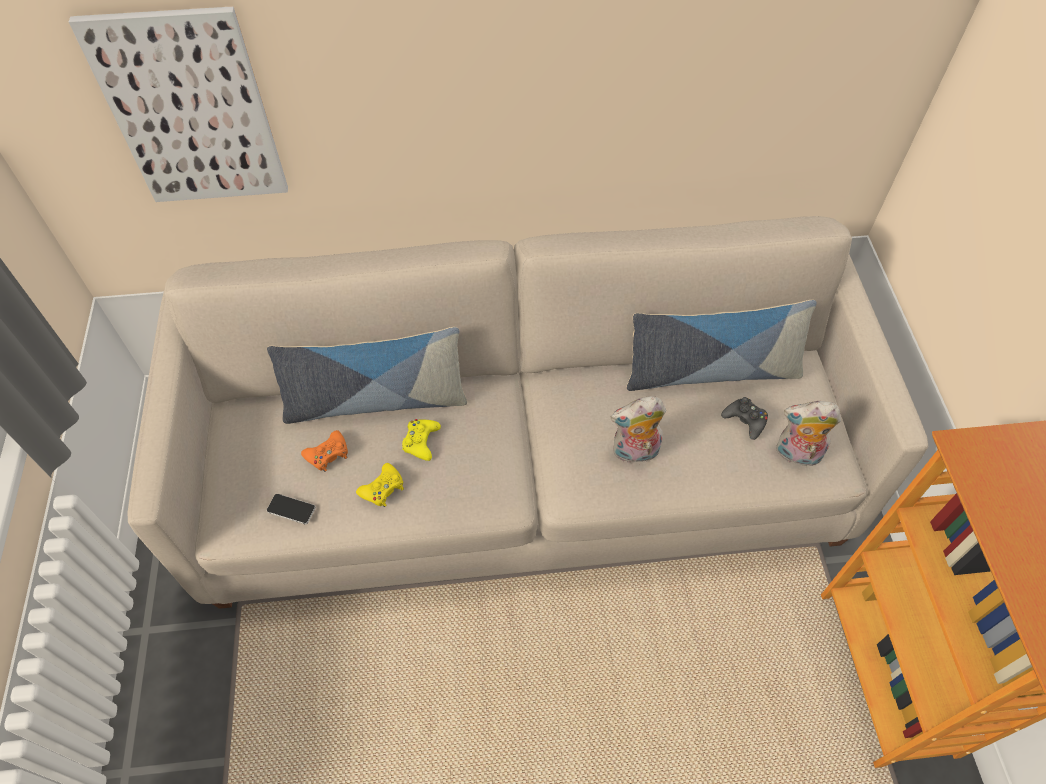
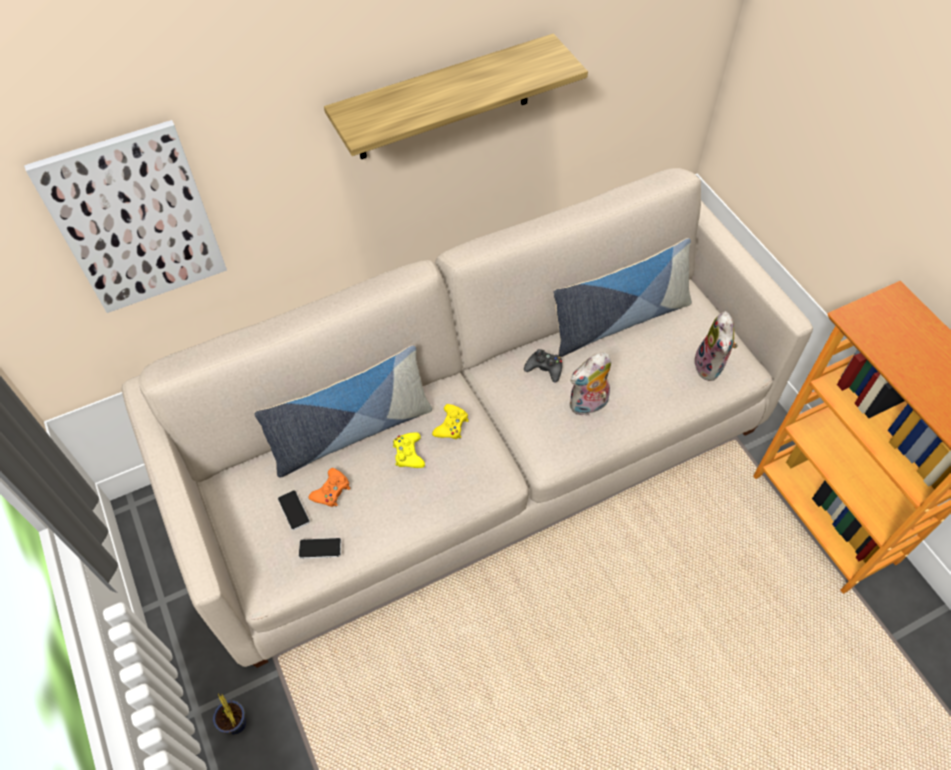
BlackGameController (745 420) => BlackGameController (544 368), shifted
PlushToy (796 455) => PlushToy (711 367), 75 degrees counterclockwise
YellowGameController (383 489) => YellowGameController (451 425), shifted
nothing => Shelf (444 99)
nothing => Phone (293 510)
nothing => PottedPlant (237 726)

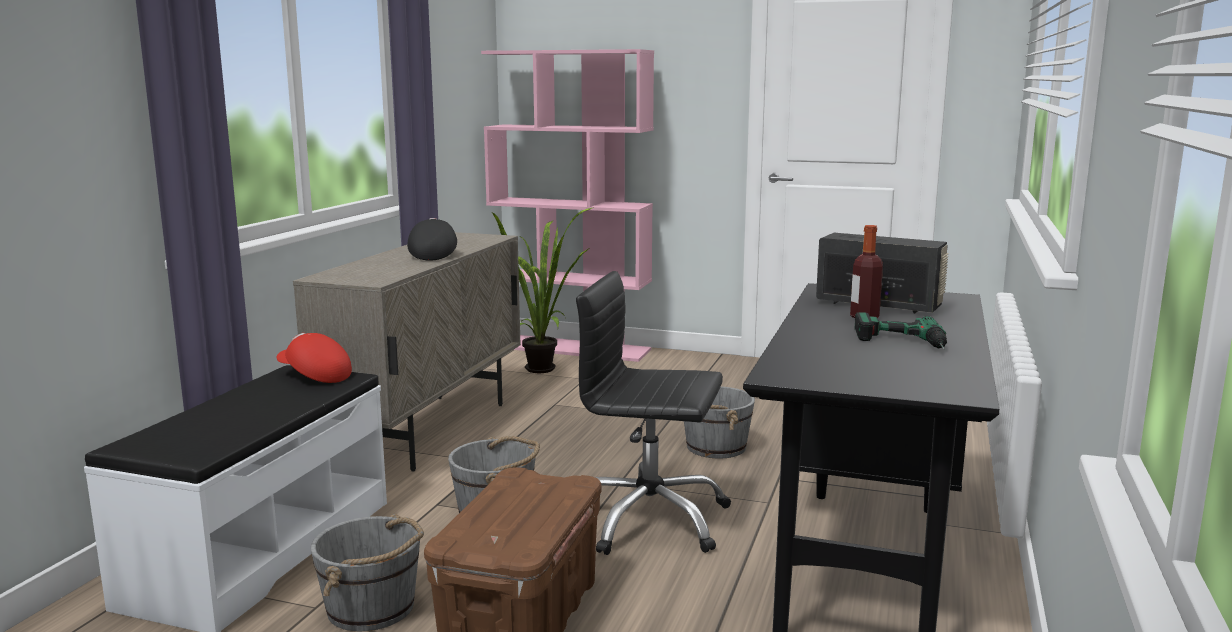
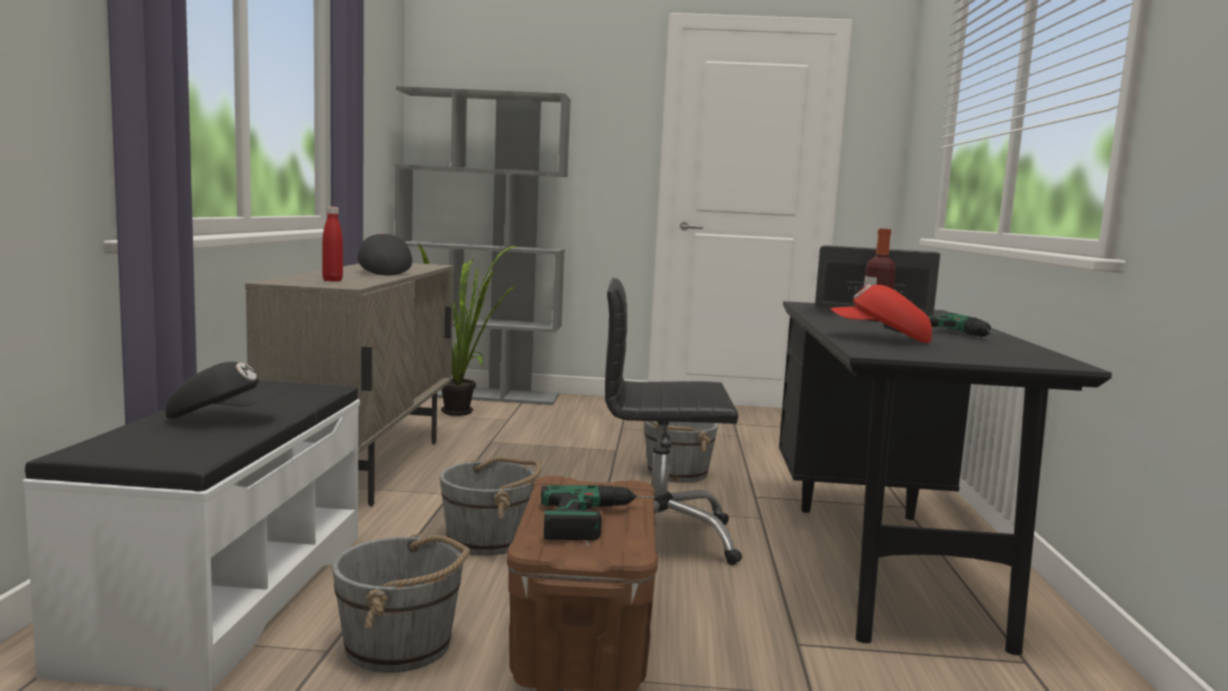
PinkBookcase (572 348) => GreyBookcase (478 395)
RedCap (314 376) => RedCap (881 338), shifted
nothing => RedBottle (332 280)
nothing => BlackCap (223 418)
nothing => PowerDrill (601 520)

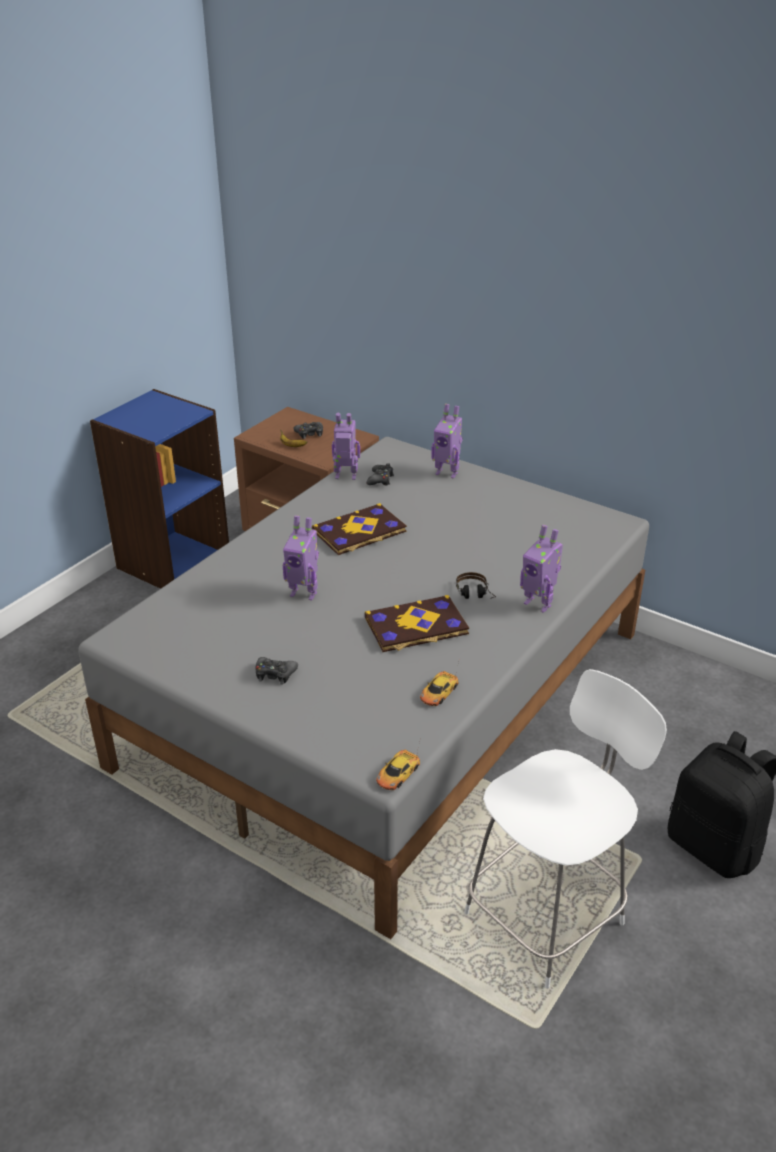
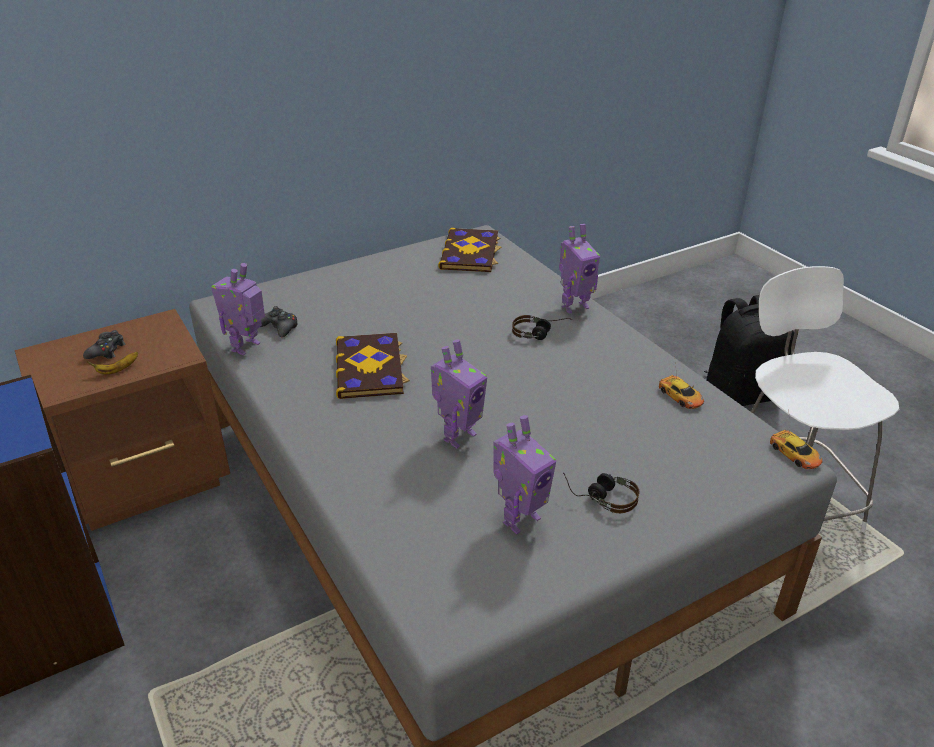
ToyRobot (447 473) => ToyRobot (519 519), shifted
Book (416 627) => Book (471 252), shifted
BlackGameController (275 674) => Headphones (600 496)

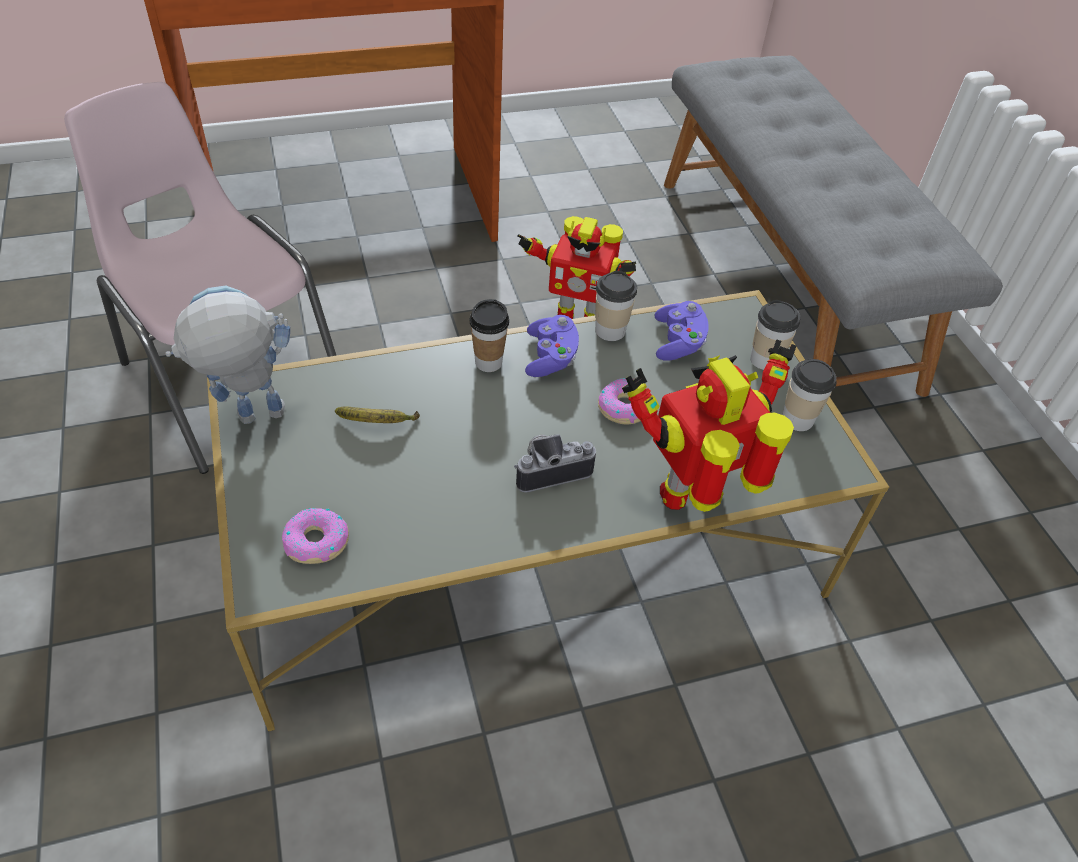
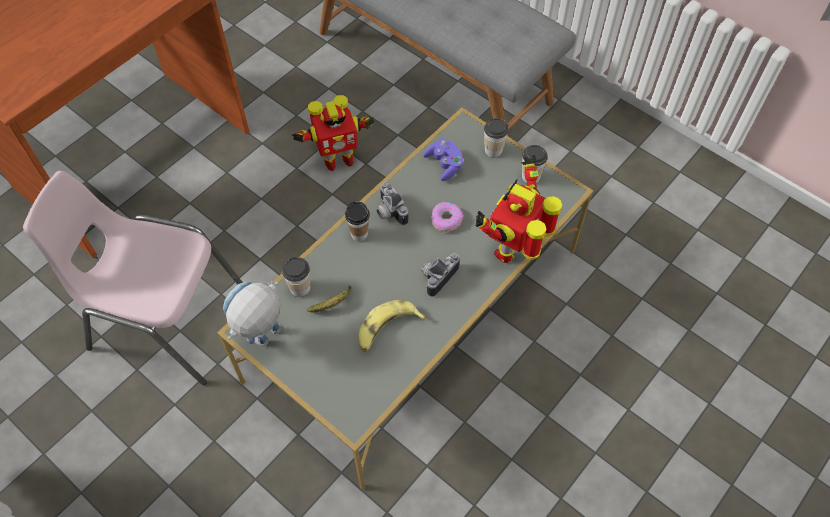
Cup (610 331) => Cup (300 288), shifted
PurpleGameController (550 357) => PhotoCamera (388 212)
Donut (316 542) => nothing
nothing => Banana (387 329)

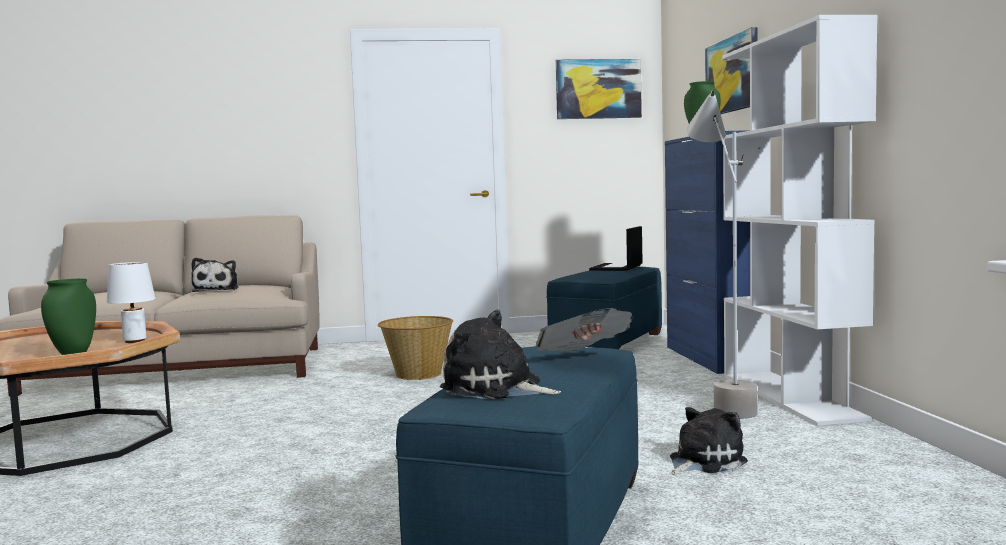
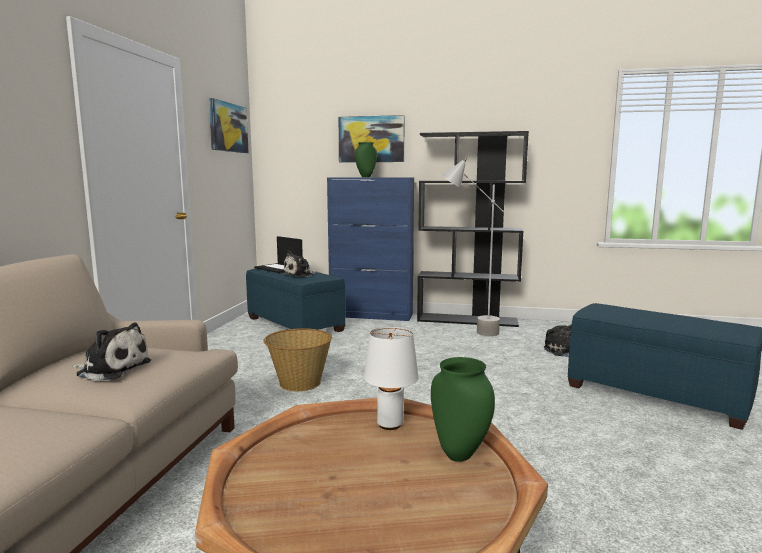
WhiteBookcase (791 396) => BlackBookcase (468 320)
Newspaper (583 359) => nothing
PlushToy (496 388) => PlushToy (300 275), shifted

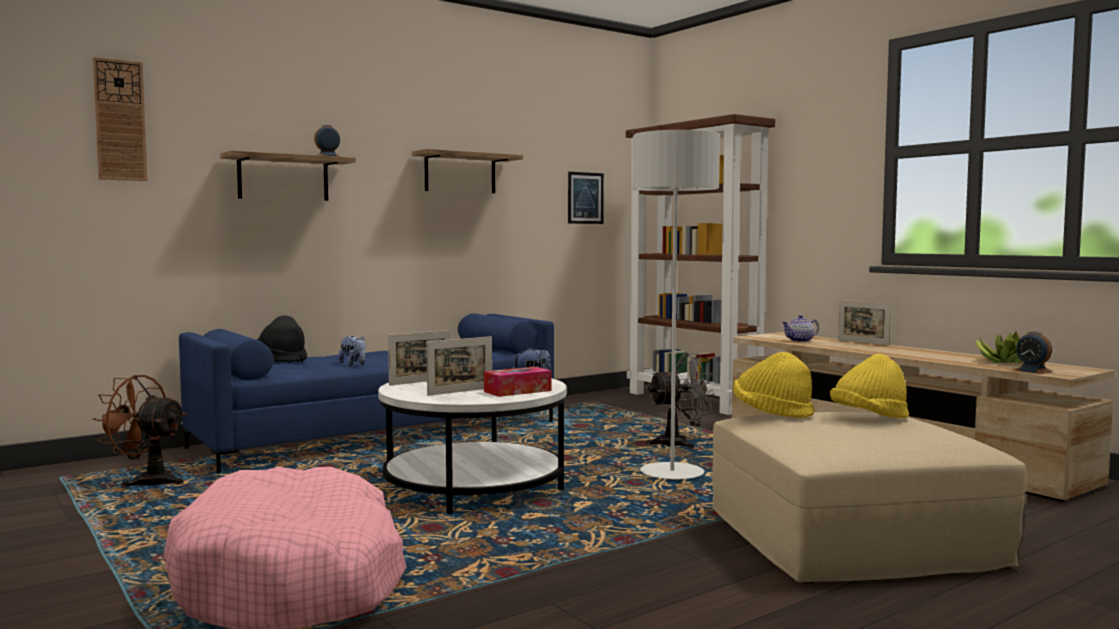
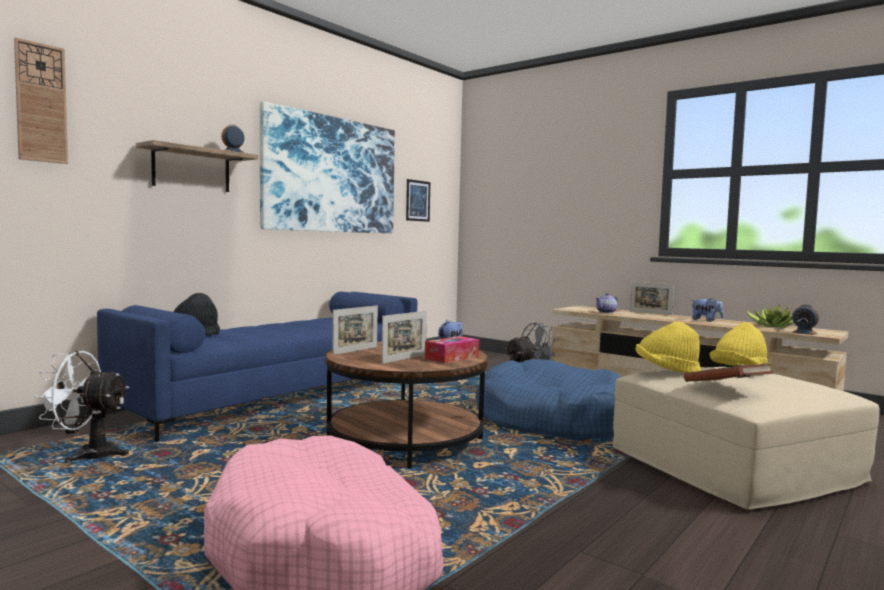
BrownBookcase (694 400) => nothing
GreyFloorLamp (672 474) => BlueDogBed (550 420)
Shelf (460 173) => Picture (331 175)
PlushToy (354 364) => PlushToy (706 320), shifted
BrownFan (147 482) => WhiteFan (87 454)
WhiteCoffeeTable (474 487) => BrownCoffeeTable (405 440)
nothing => BrownBook (727 388)

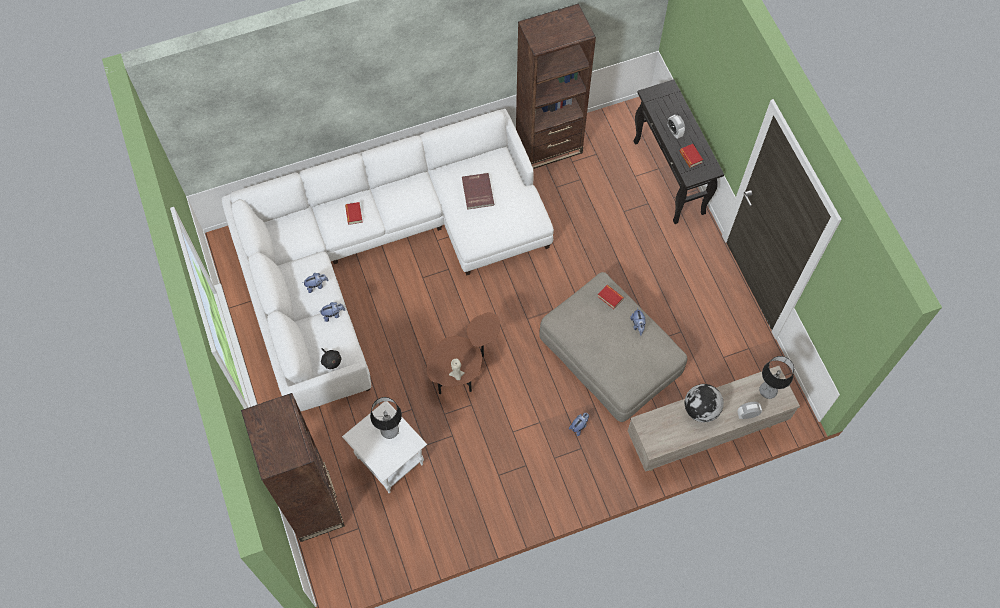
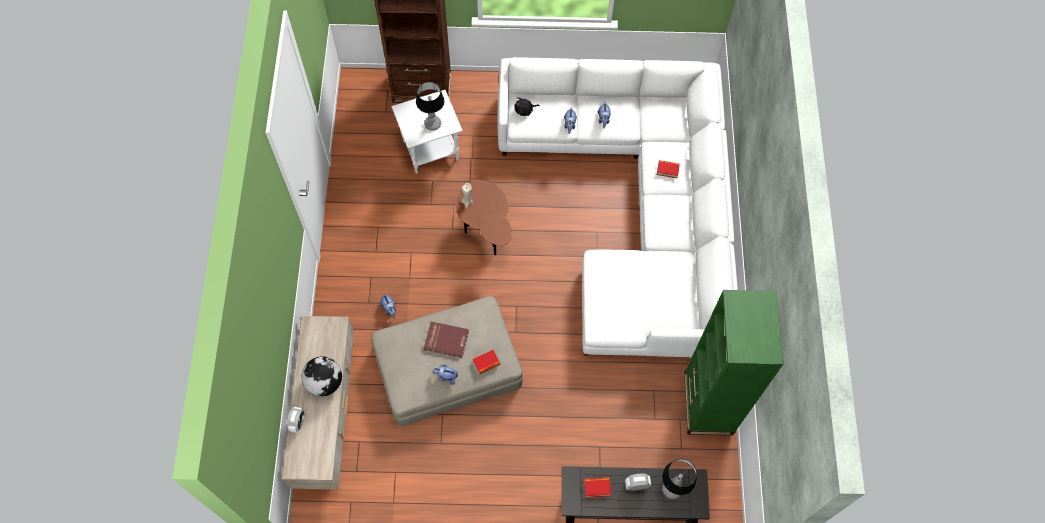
BrownBookcase (549 146) => GreenBookcase (707 403)
RedBook (477 192) => RedBook (446 339), shifted
TableLamp (767 391) => TableLamp (672 488), shifted

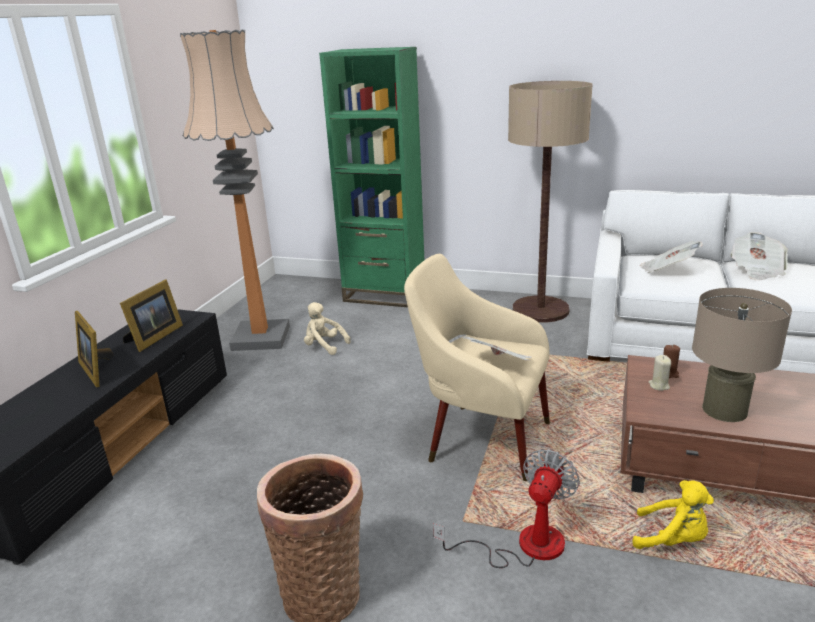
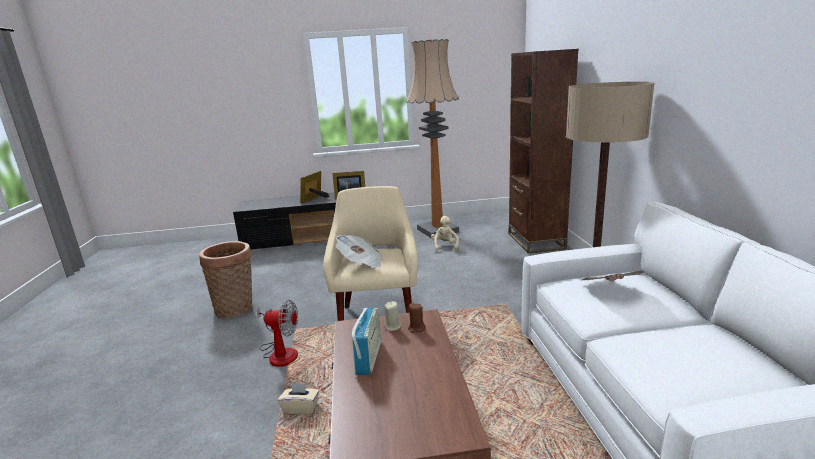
GreenBookcase (385 295) => BrownBookcase (535 241)
Newspaper (756 270) => nothing
BeigeTableLamp (724 410) => Radio (369 357)
YellowPlushToy (672 539) => BeigeTissueBox (301 408)

